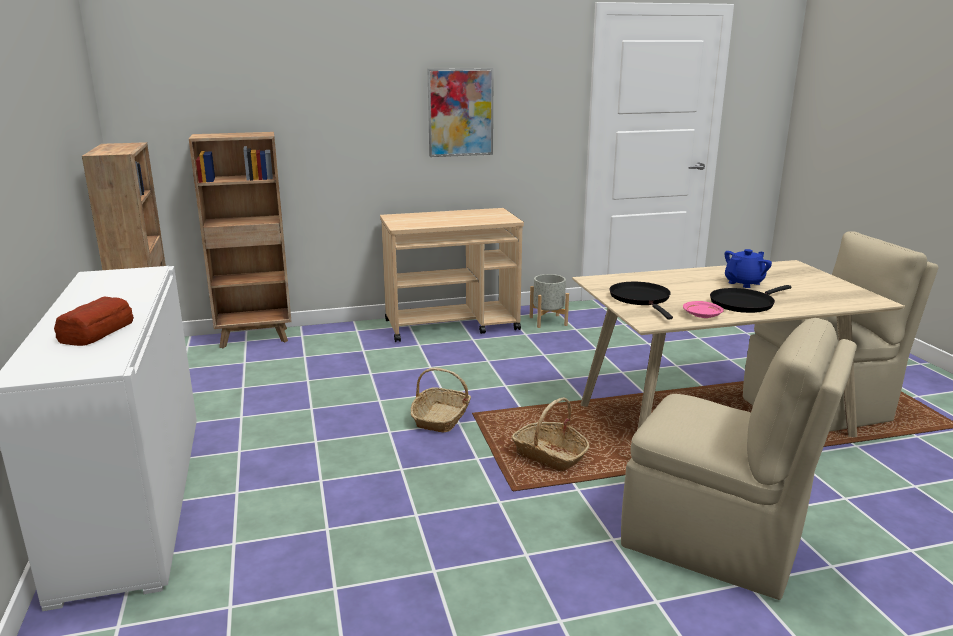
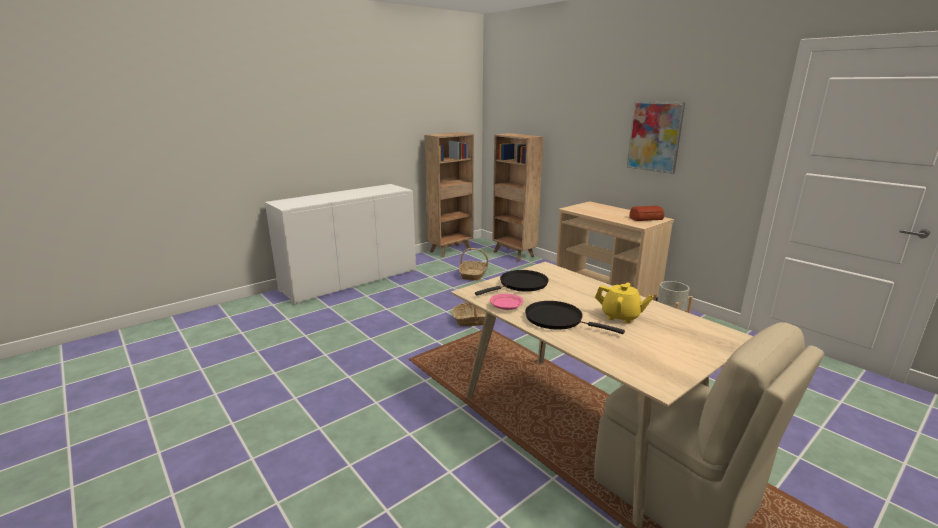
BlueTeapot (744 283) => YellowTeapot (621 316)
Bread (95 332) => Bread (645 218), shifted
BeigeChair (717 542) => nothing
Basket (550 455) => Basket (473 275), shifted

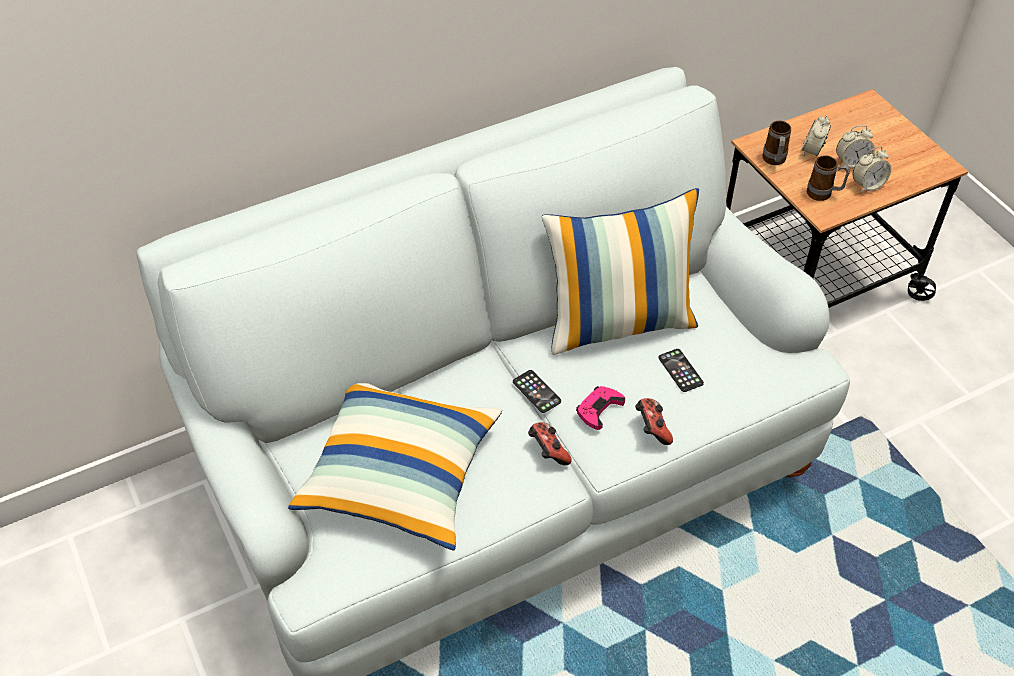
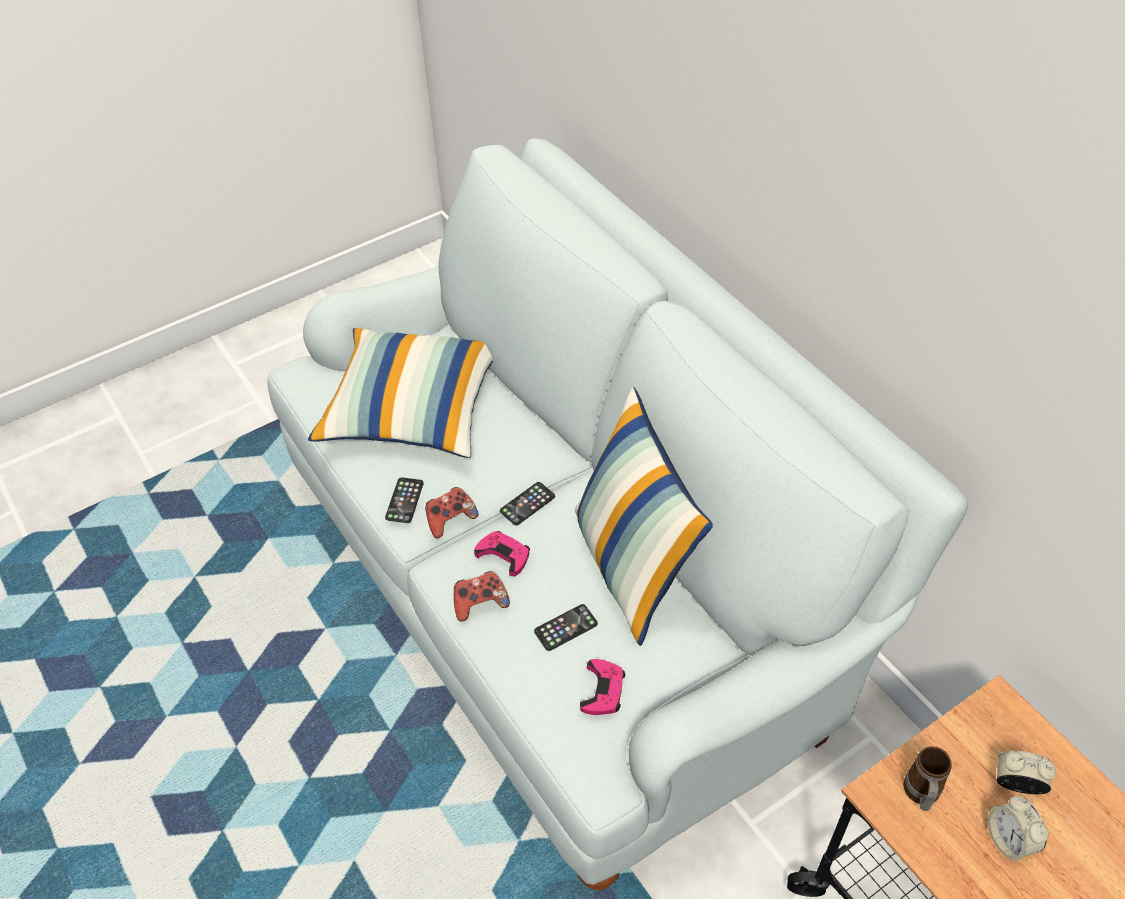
Mug (774 161) => nothing
AlarmClock (867 185) => nothing
nothing => Phone (404 500)
nothing => PinkGameController (603 690)

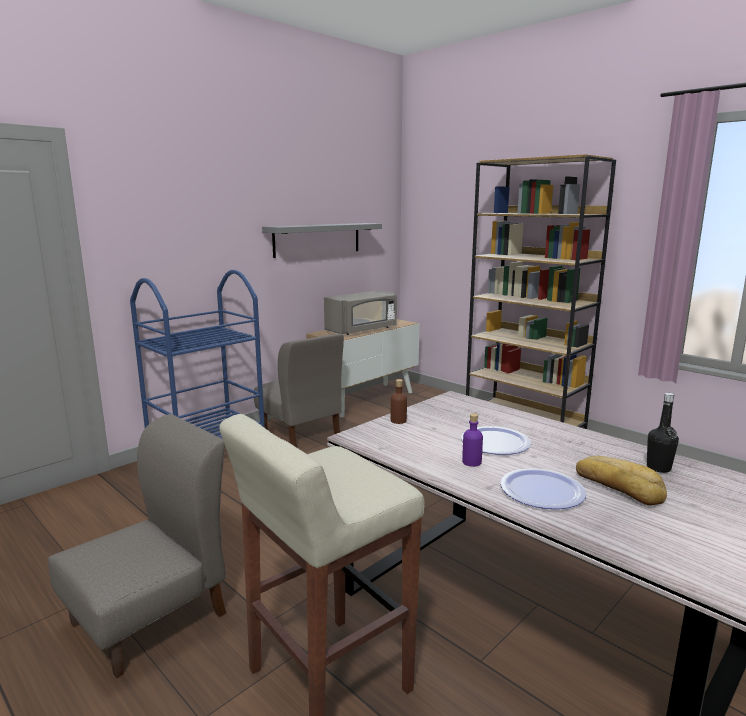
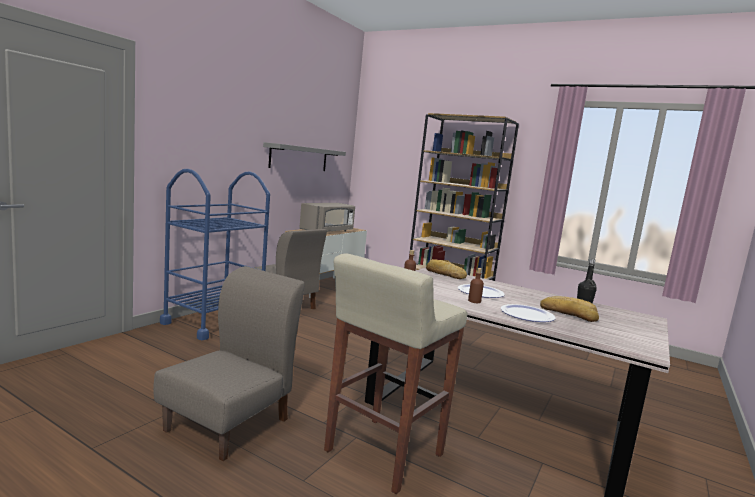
PurpleBottle (471 462) => BrownBottle (474 301)
nothing => Bread (445 274)

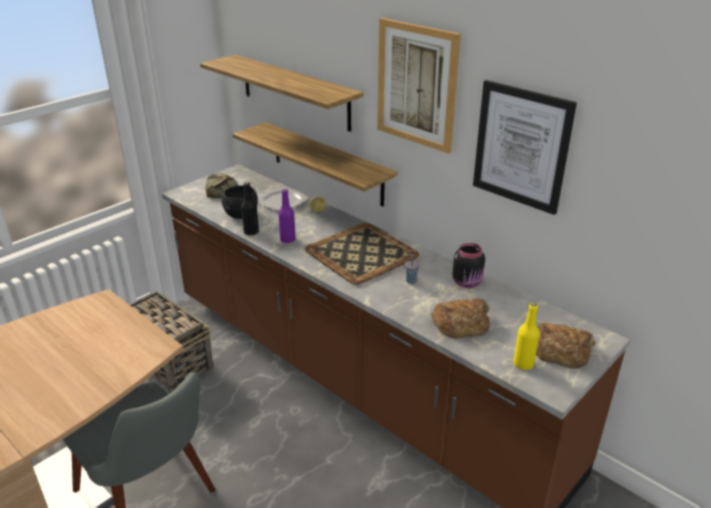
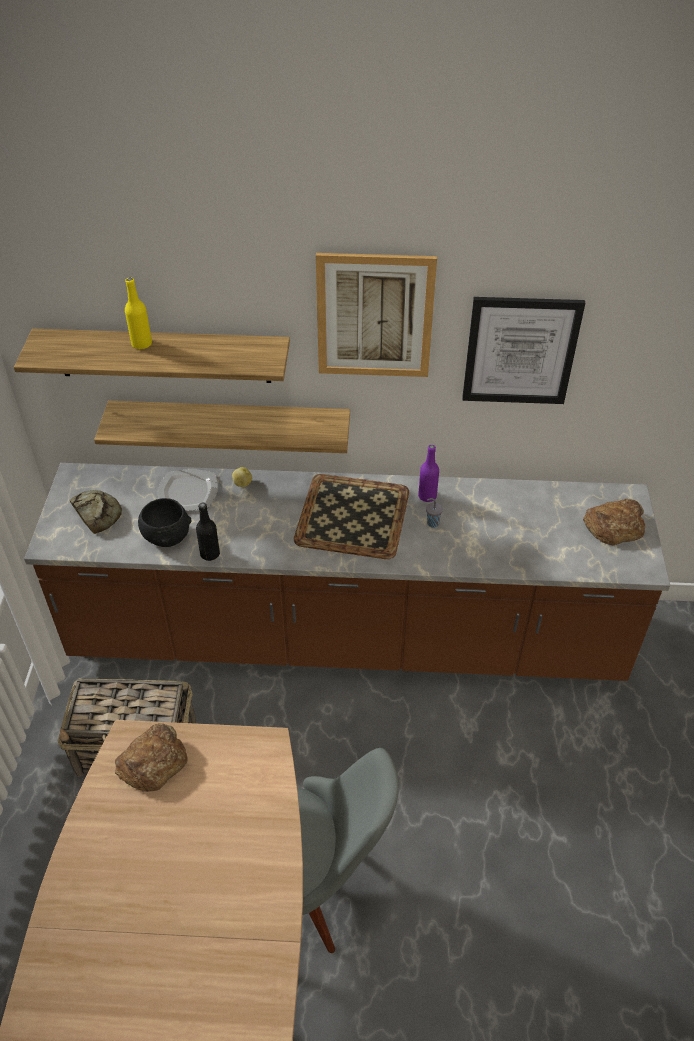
PurpleBottle (287 240) => PurpleBottle (427 496), shifted
BlackJar (467 283) => nothing
Bread (461 323) => Bread (153 761), shifted
YellowBottle (523 364) => YellowBottle (142 344), shifted

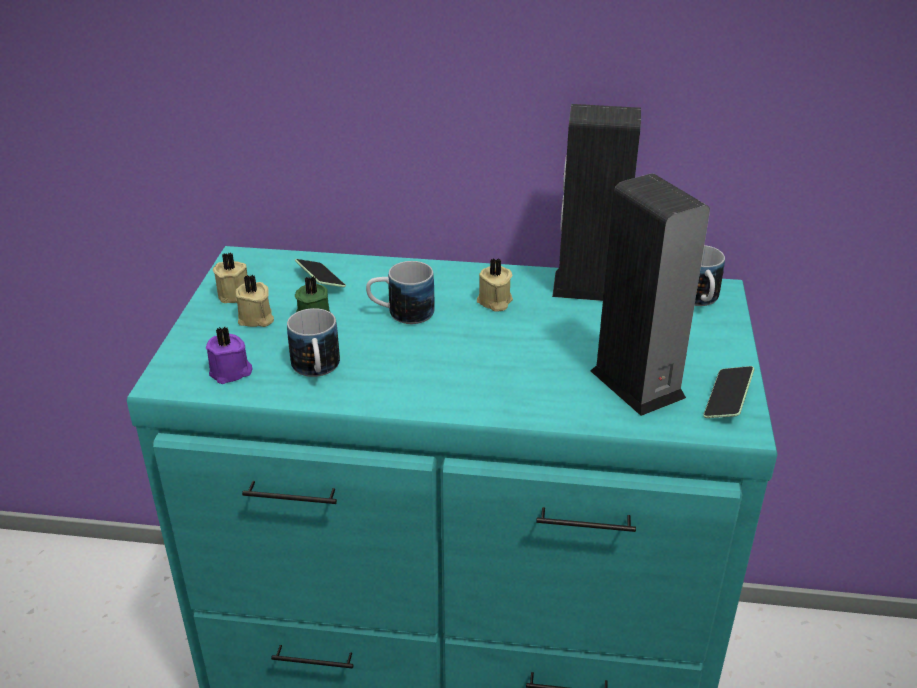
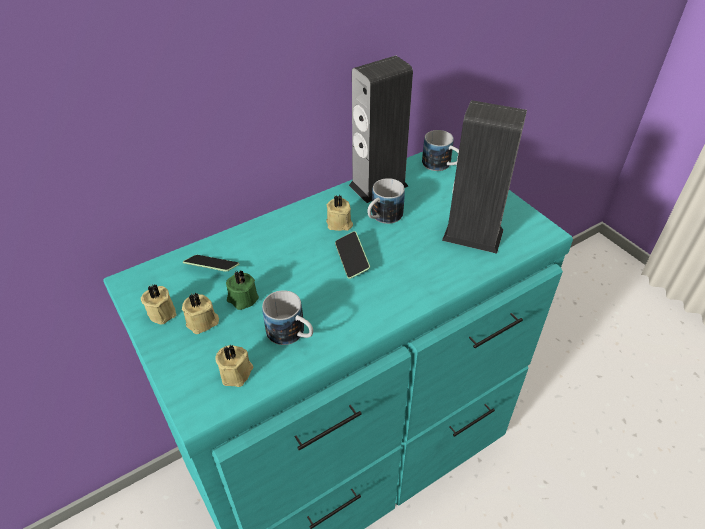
Mug (401 313) => Mug (382 217), shifted
PurpleCandle (231 372) => BeigeCandle (237 373)
Phone (727 401) => Phone (352 260), shifted

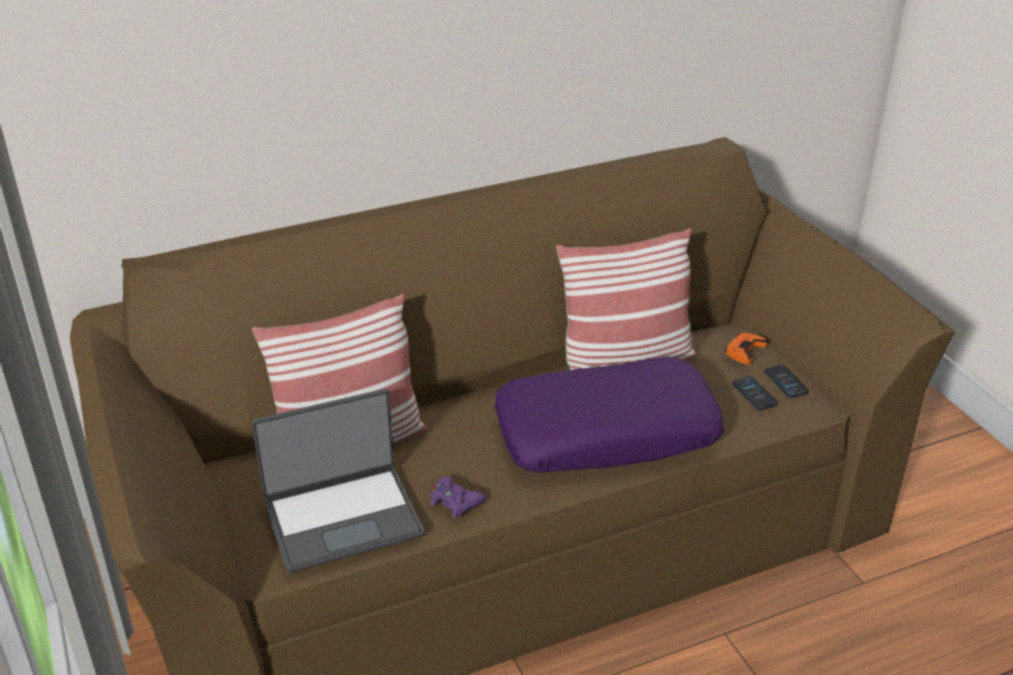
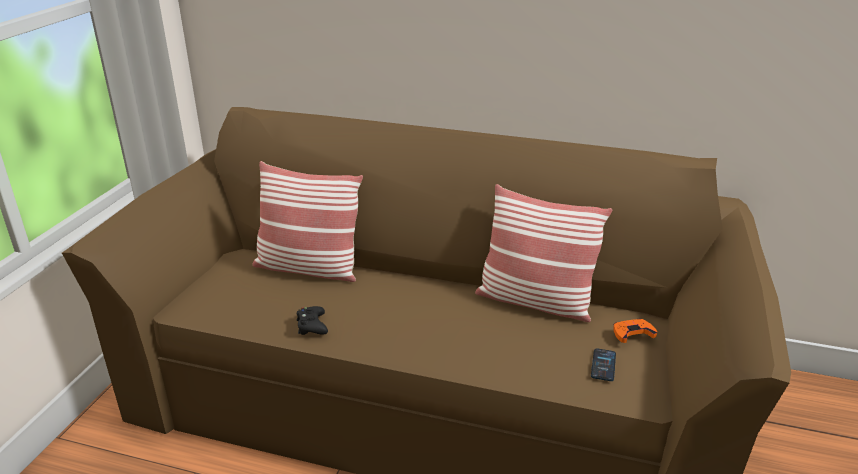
PurplePillow (606 432) => nothing
Phone (785 382) => nothing
Laptop (343 518) => nothing
PurpleGameController (454 502) => BlackGameController (312 326)

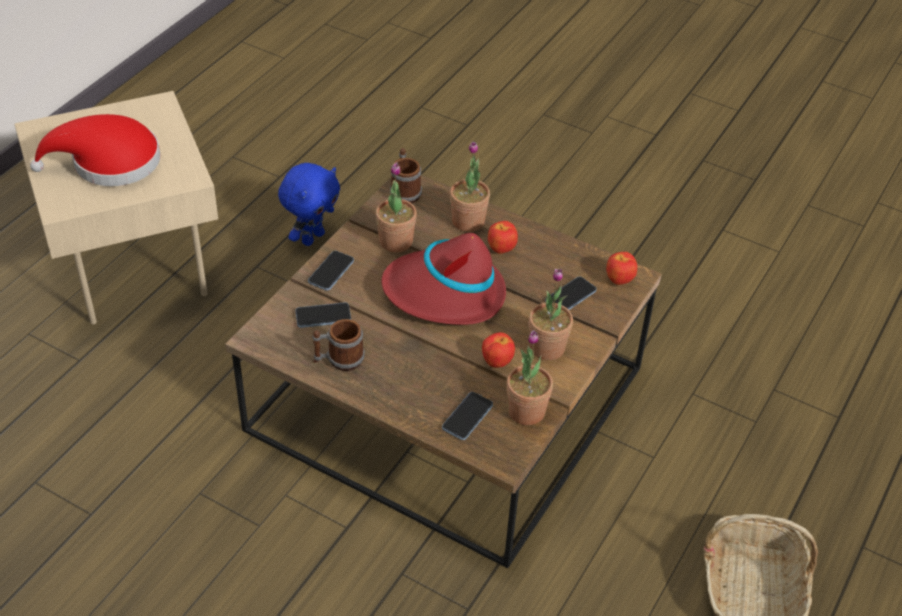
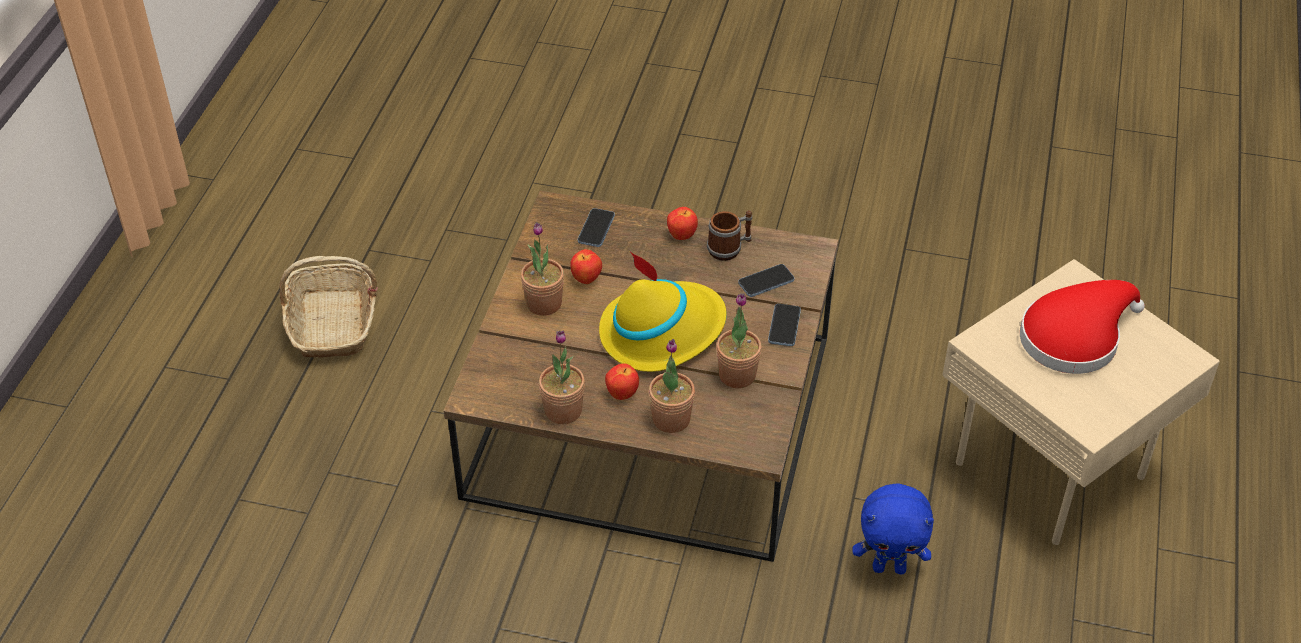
Mug (405 191) => nothing
BluePlushToy (312 237) => BluePlushToy (889 567), 105 degrees counterclockwise
RedHat (444 294) => YellowHat (662 331)
Apple (619 281) => Apple (682 235), shifted
Phone (570 296) => nothing
PottedPlant (526 411) => PottedPlant (563 410), shifted

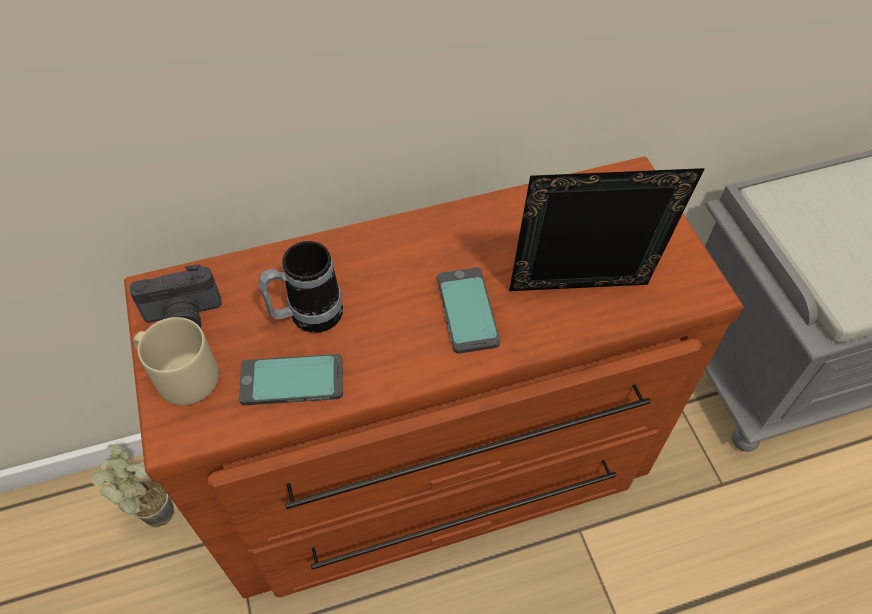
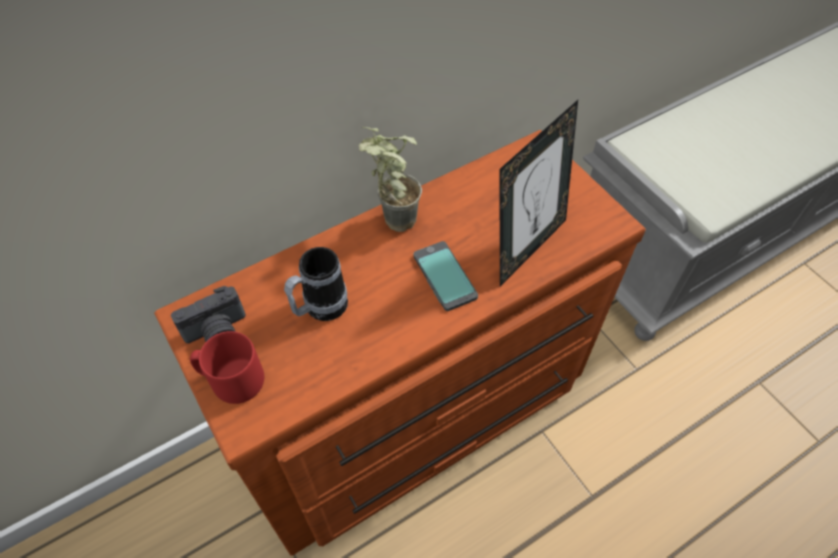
PictureFrame (580 297) => PictureFrame (526 247), 150 degrees clockwise
BeigeMug (181 376) => RedMug (232 380)
Phone (292 381) => nothing
PottedPlant (151 509) => PottedPlant (390 219), shifted

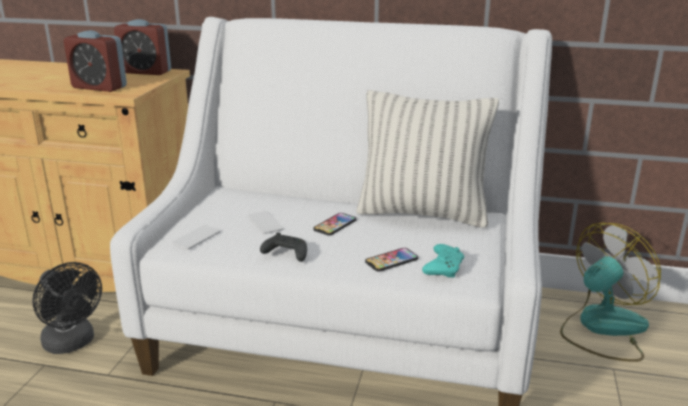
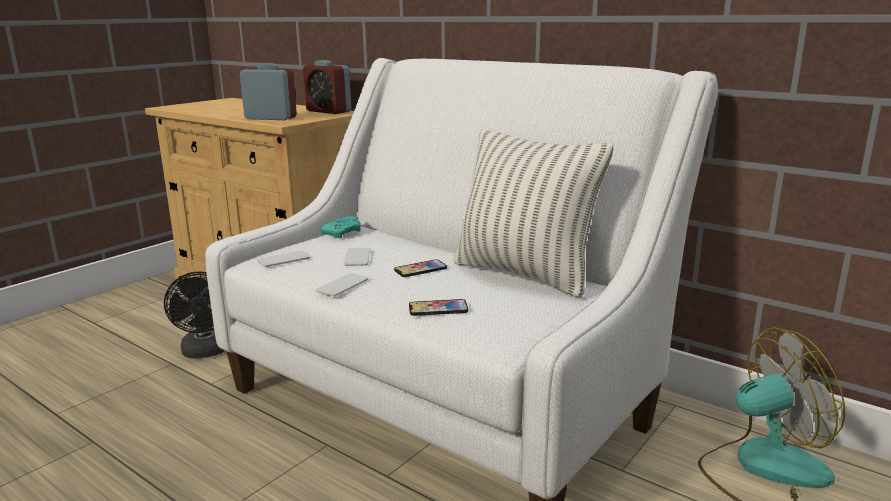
AlarmClock (99 87) => AlarmClock (270 118), 150 degrees clockwise
BlackGameController (285 254) => Phone (342 285)
TurquoiseGameController (443 268) => TurquoiseGameController (343 233), shifted

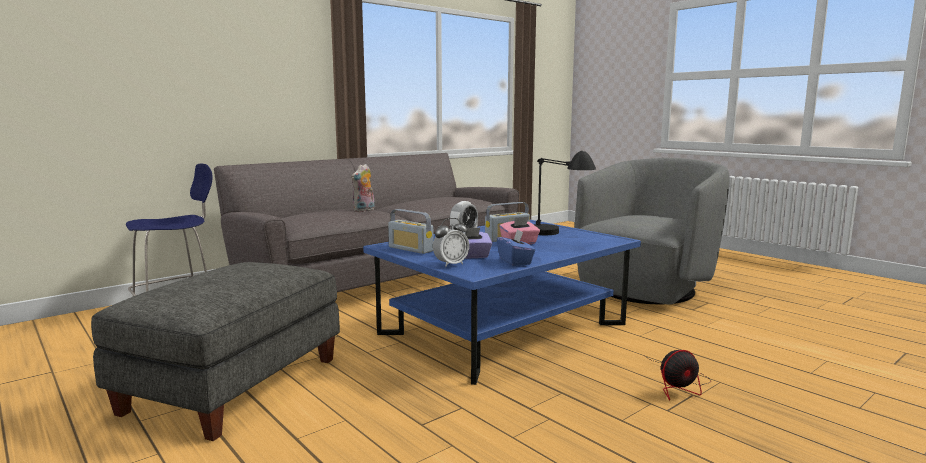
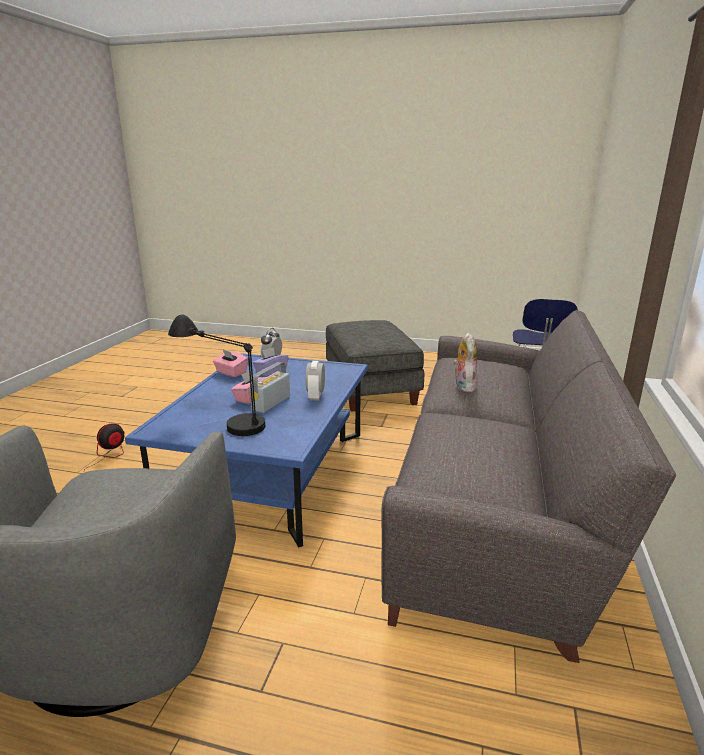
Radio (411 249) => nothing
BlueTissueBox (515 261) => PinkTissueBox (231 373)

